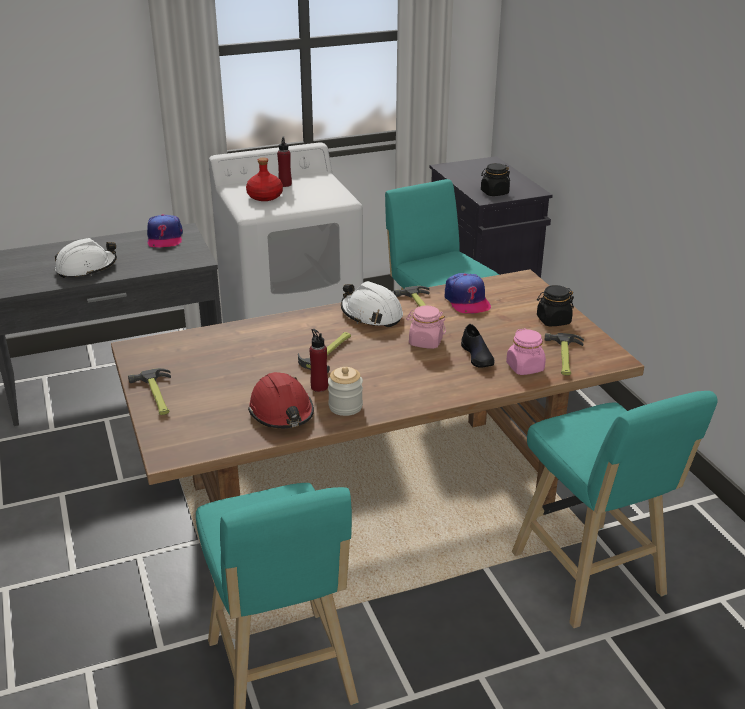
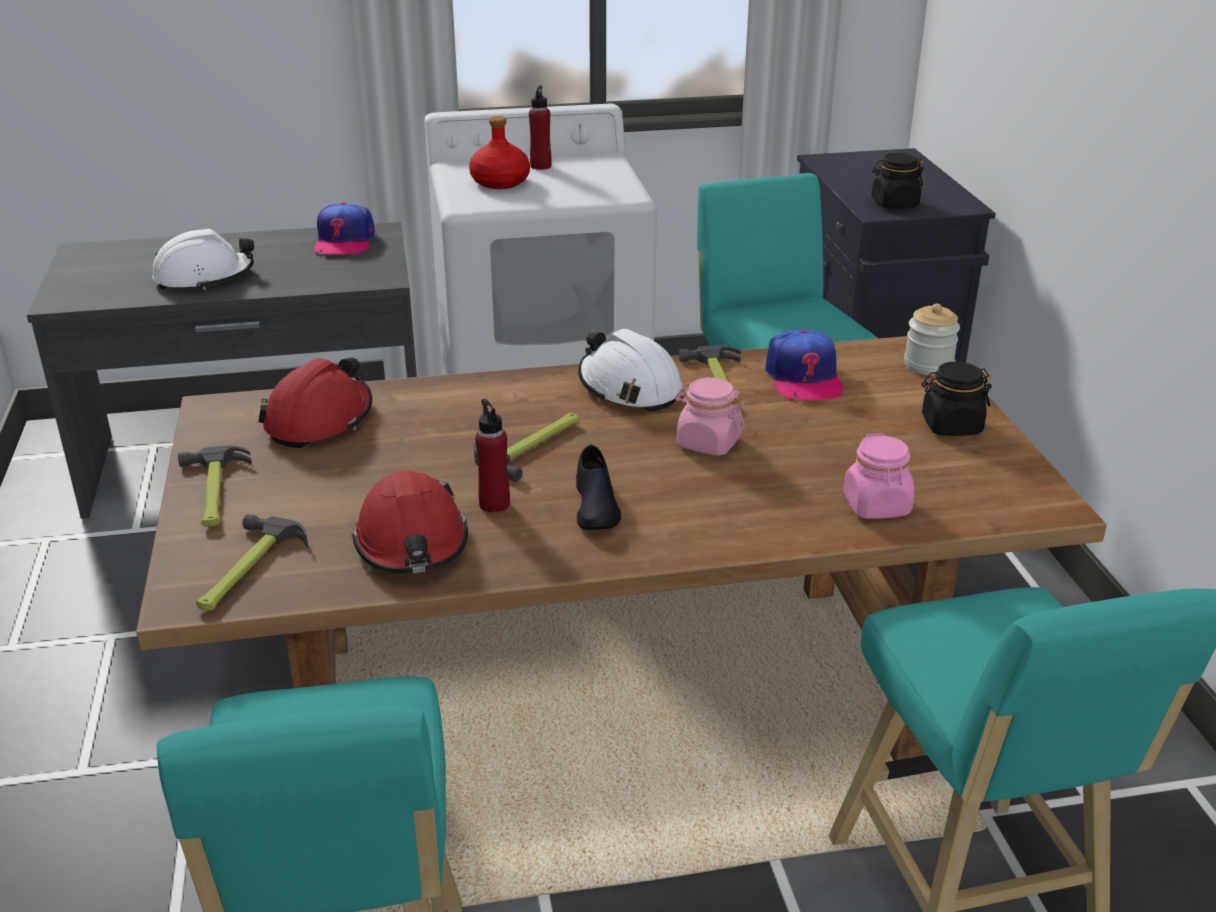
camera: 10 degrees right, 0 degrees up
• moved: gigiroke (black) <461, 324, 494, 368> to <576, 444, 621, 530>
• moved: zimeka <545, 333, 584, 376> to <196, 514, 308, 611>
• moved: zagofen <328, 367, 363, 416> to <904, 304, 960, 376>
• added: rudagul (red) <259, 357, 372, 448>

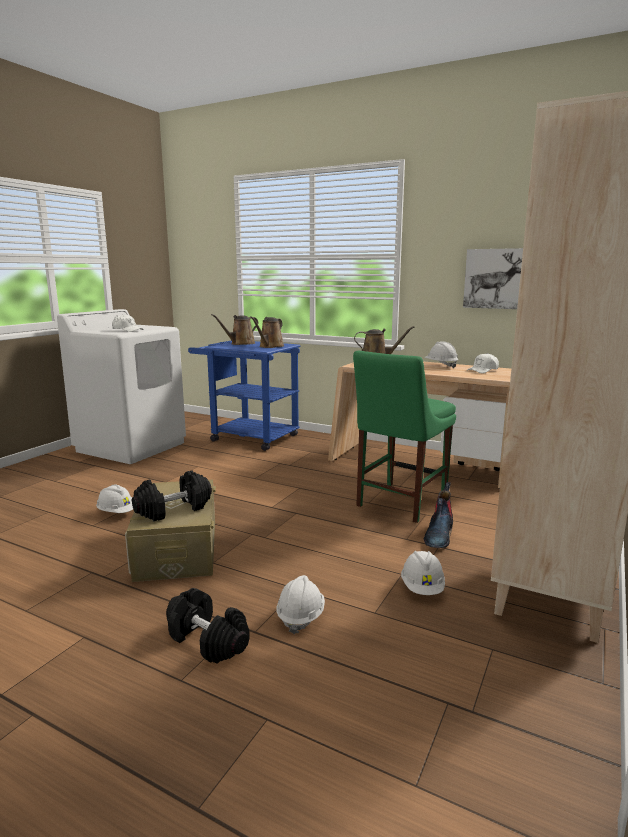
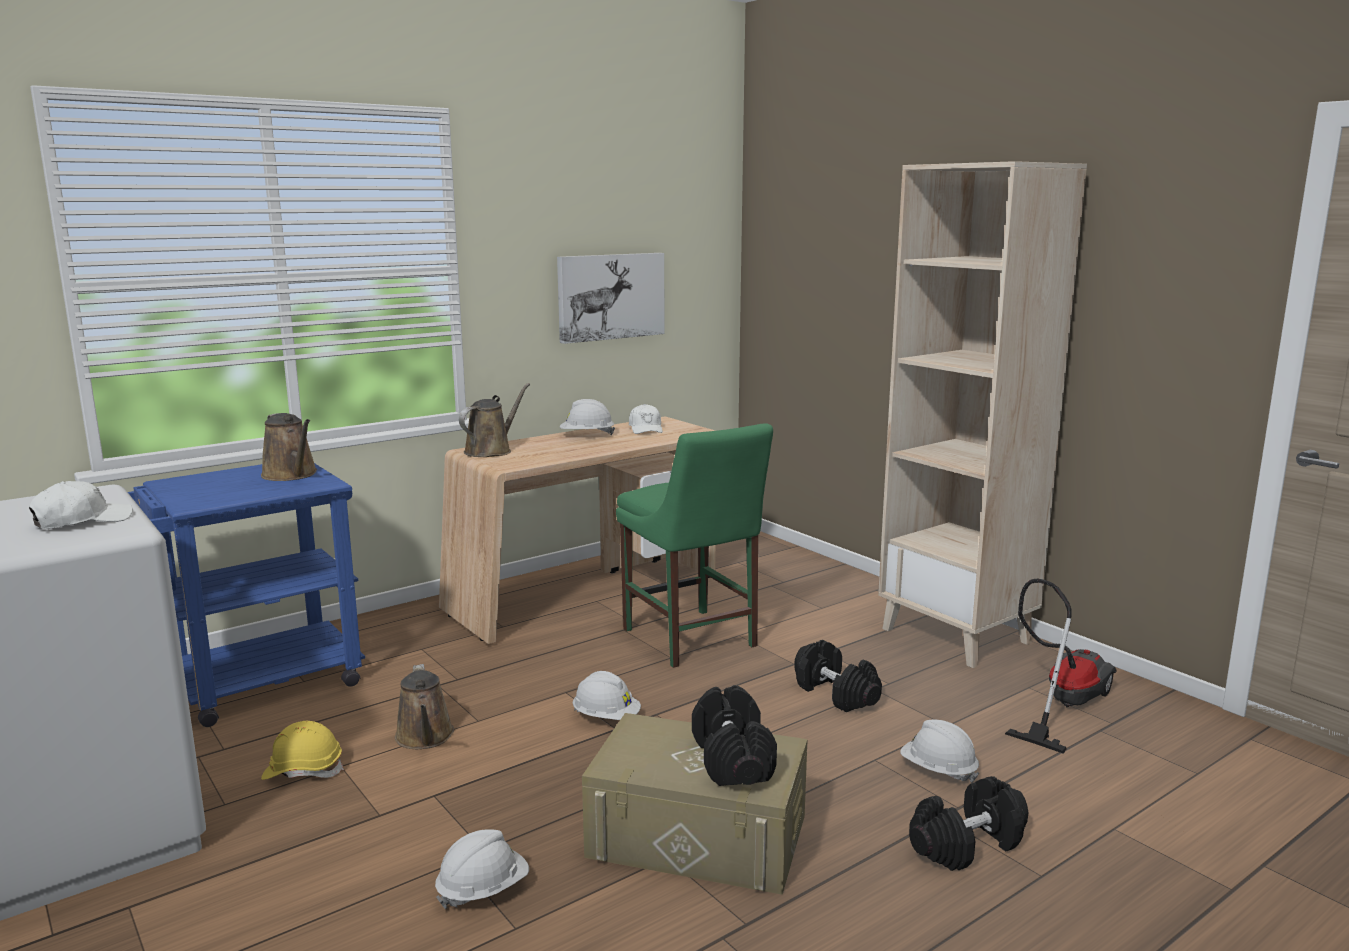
camera: 65 degrees left, 0 degrees up
• moved: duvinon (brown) <211, 314, 258, 345> to <395, 664, 454, 749>
• removed: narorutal <424, 482, 453, 548>
• moved: rudagul (white) <401, 551, 445, 595> to <573, 671, 641, 720>
• added: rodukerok <1005, 578, 1117, 754>
• added: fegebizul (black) <794, 640, 882, 712>
• added: rudagul (yellow) <261, 721, 344, 780>

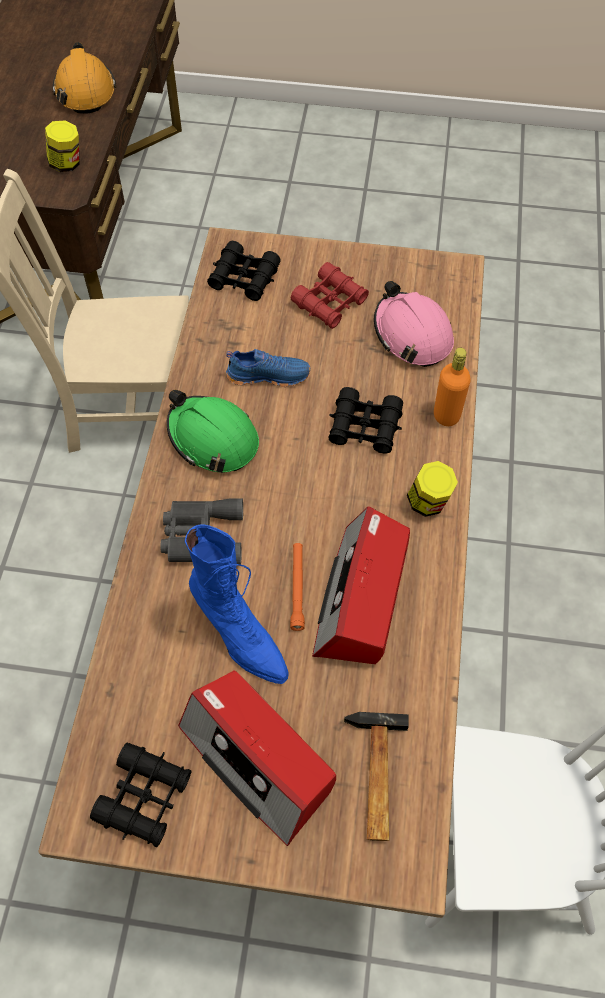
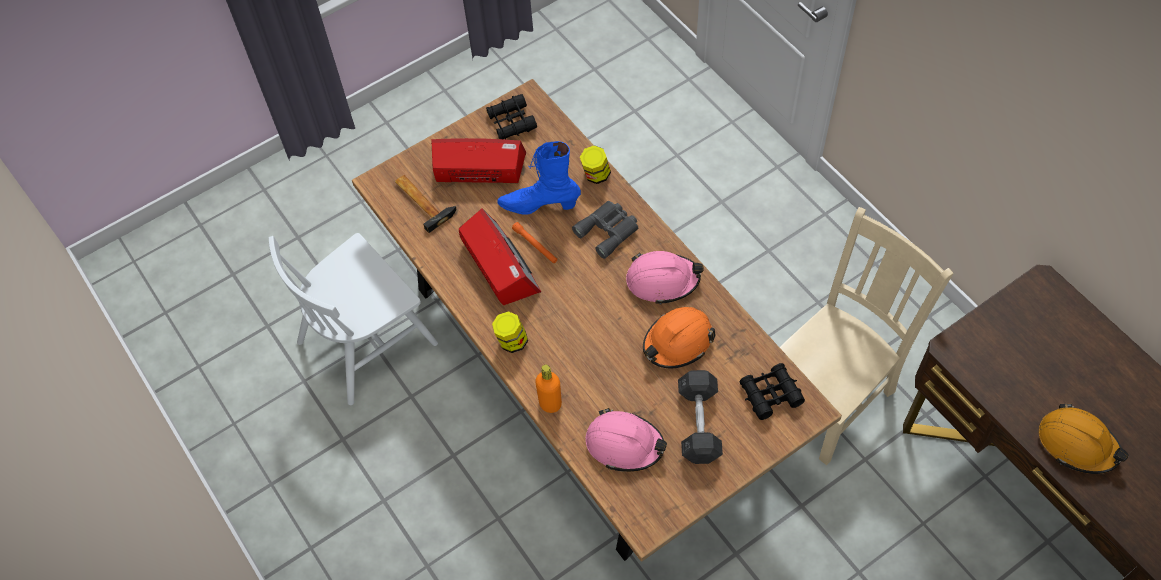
camera: 140 degrees right, 0 degrees up
• moved: zagofen <45, 121, 80, 172> to <580, 145, 611, 184>
• replaced: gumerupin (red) <291, 262, 369, 329> to fegebizul (grey) <678, 370, 723, 464>
• replaced: gigiroke (blue) <226, 349, 310, 387> to rudagul (orange) <643, 307, 716, 368>
• removed: gumerupin (black) <328, 387, 403, 454>
• recoloured: rudagul (green) <167, 390, 259, 473> to rudagul (pink) <626, 251, 704, 304>

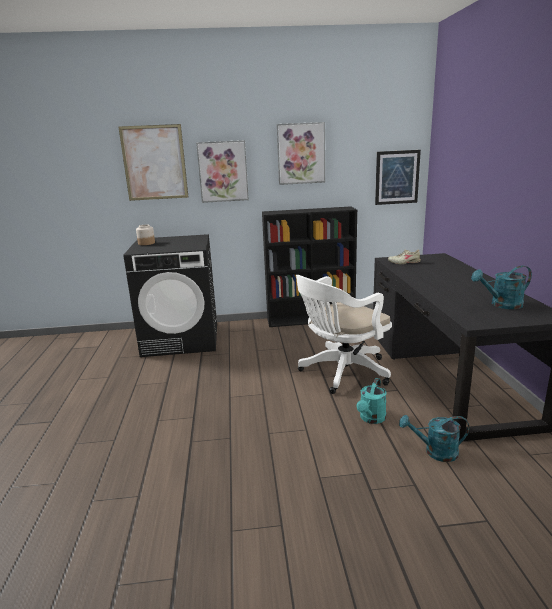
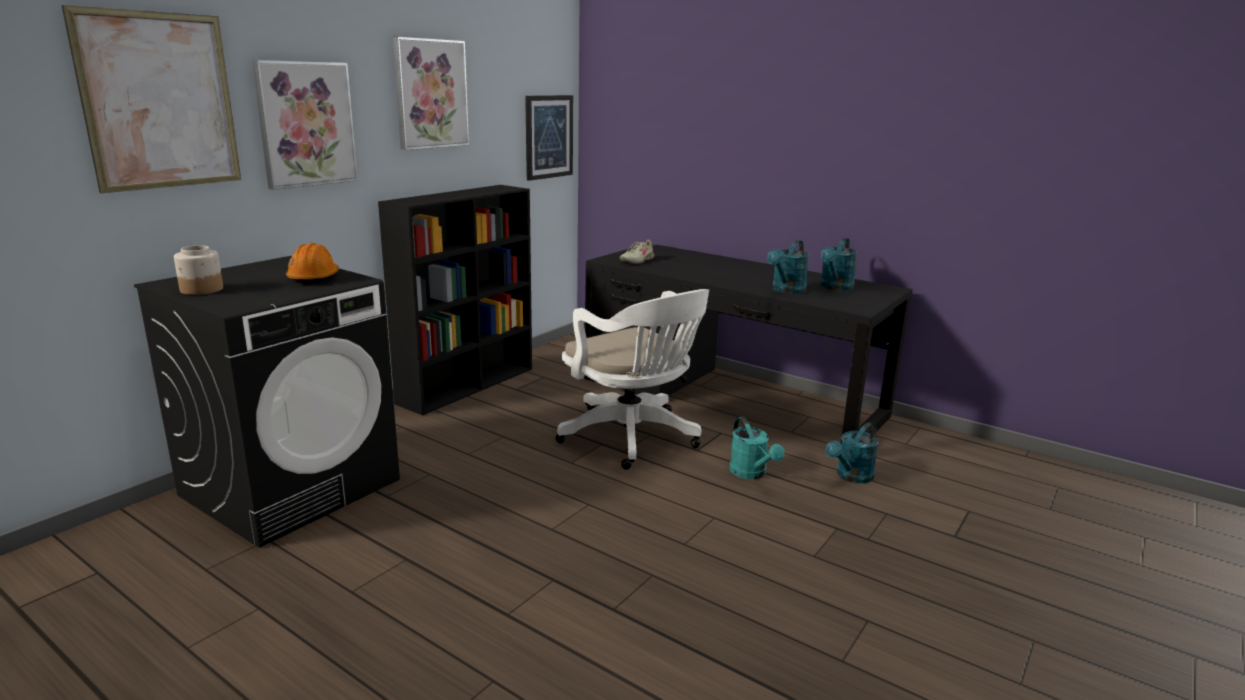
camera: 50 degrees left, 0 degrees up
• turned: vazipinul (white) <296, 275, 392, 394> = <556, 289, 709, 470> 45 degrees counterclockwise
• added: duvinon (turquoise) <767, 240, 809, 294>
• added: rudagul (orange) <286, 243, 339, 285>

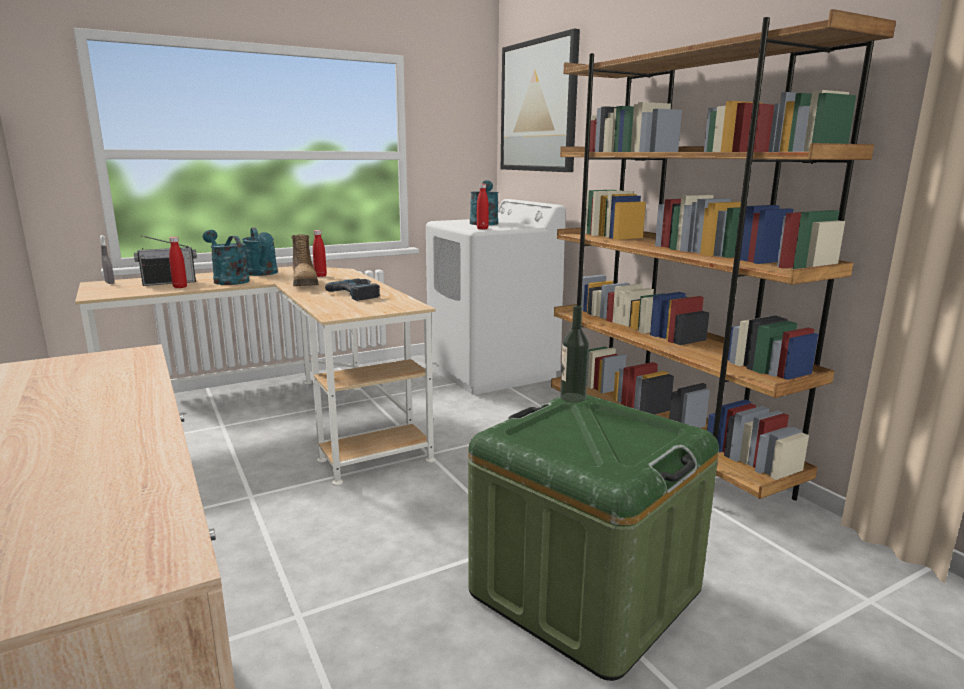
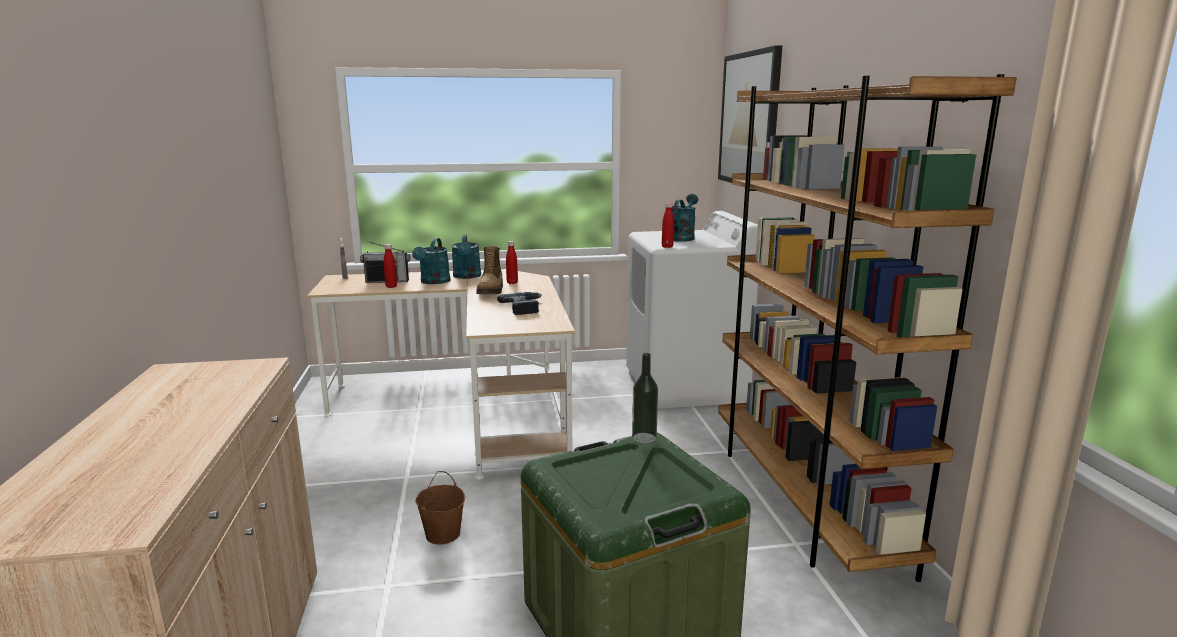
camera: 20 degrees right, 0 degrees up
• turned: duvinon (turquoise) <203, 230, 250, 285> = <412, 238, 450, 284> 150 degrees counterclockwise
• added: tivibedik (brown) <416, 471, 465, 545>

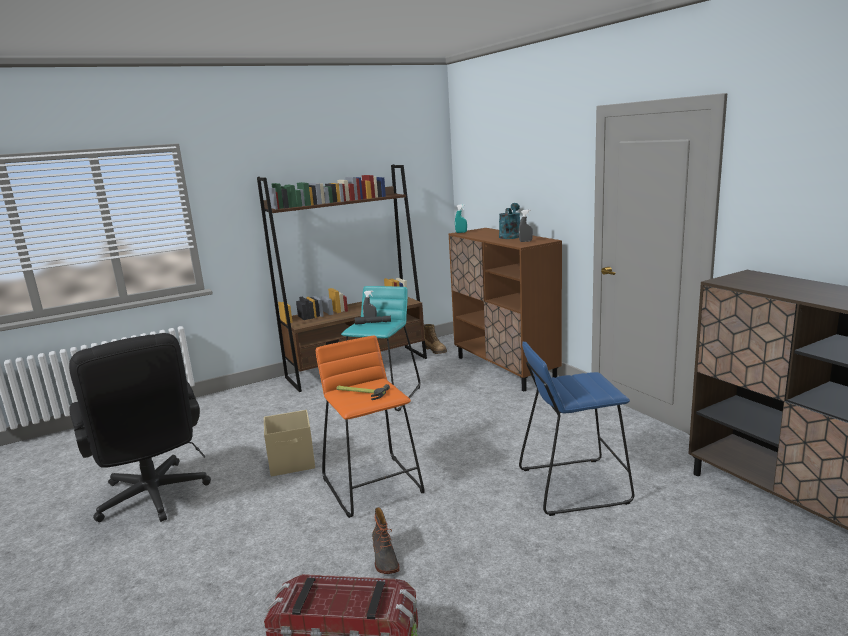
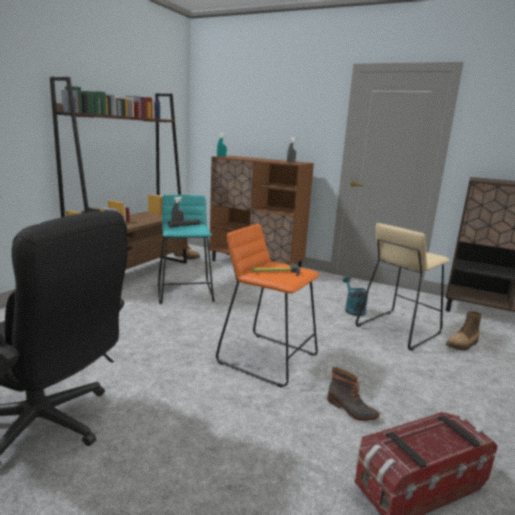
camera: 35 degrees left, 0 degrees up
• moved: duvinon (turquoise) <499, 203, 520, 239> to <343, 276, 368, 316>
• recoloured: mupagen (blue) <519, 341, 634, 516> to mupagen (beige) <355, 223, 450, 351>
• removed: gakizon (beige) <264, 410, 315, 476>
• added: narorutal <445, 311, 482, 351>

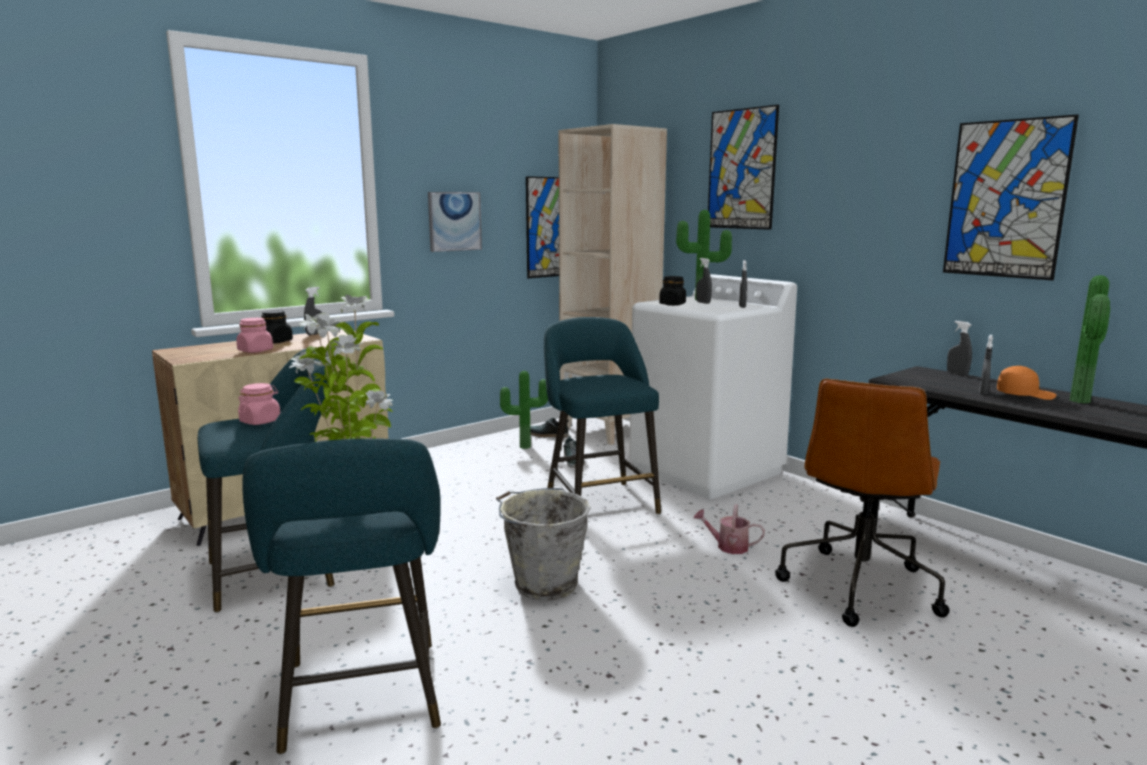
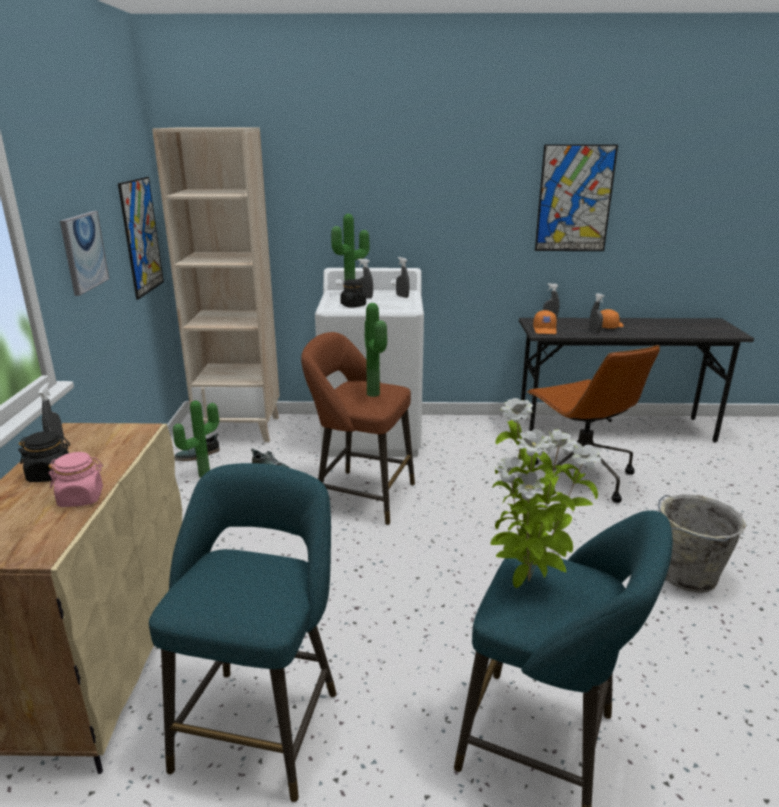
camera: 50 degrees left, 10 degrees up
• removed: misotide <708, 105, 779, 230>
• moved: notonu <1070, 275, 1110, 403> to <365, 303, 387, 397>
• recoloured: mupagen (turquoise) <544, 317, 661, 515> to mupagen (brown) <301, 332, 415, 525>
• removed: zagofen (pink) <238, 383, 280, 425>
• moved: tivibedik (grey) <496, 488, 591, 600> to <658, 494, 746, 593>
• removed: duvinon <693, 504, 765, 554>
• added: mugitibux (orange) <533, 310, 557, 334>

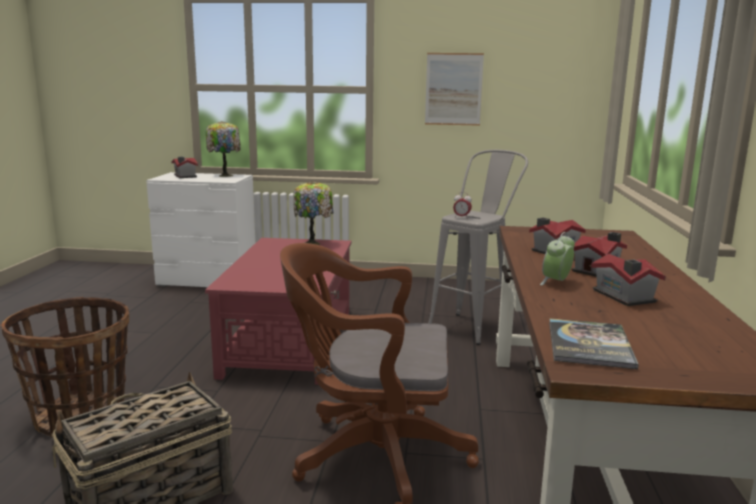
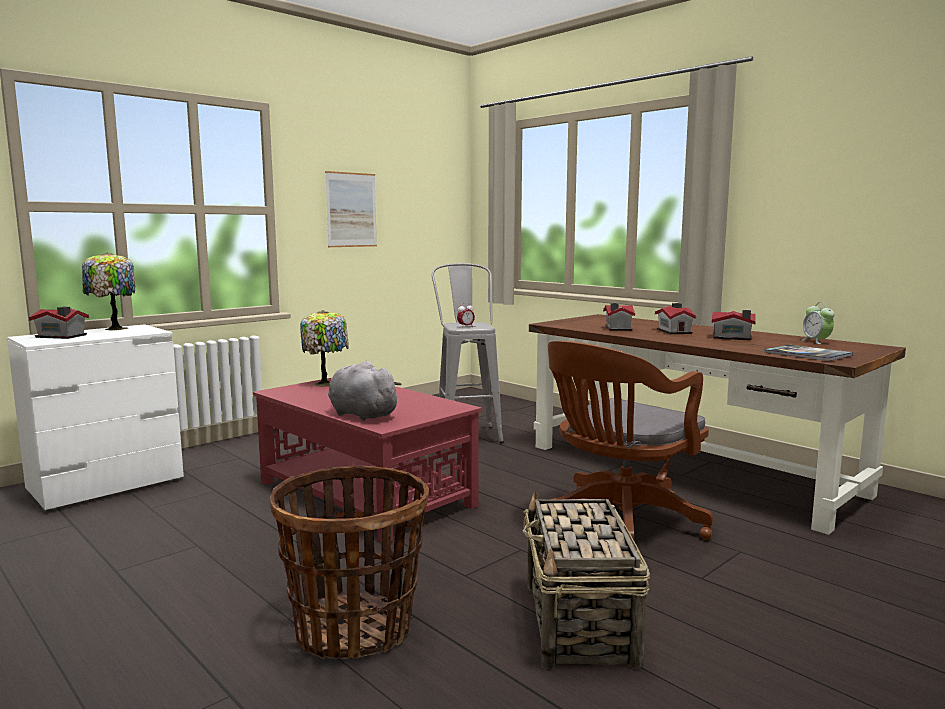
camera: 50 degrees left, 5 degrees down
• moved: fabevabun <540, 232, 575, 285> to <803, 302, 835, 344>
• added: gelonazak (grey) <328, 361, 402, 421>

